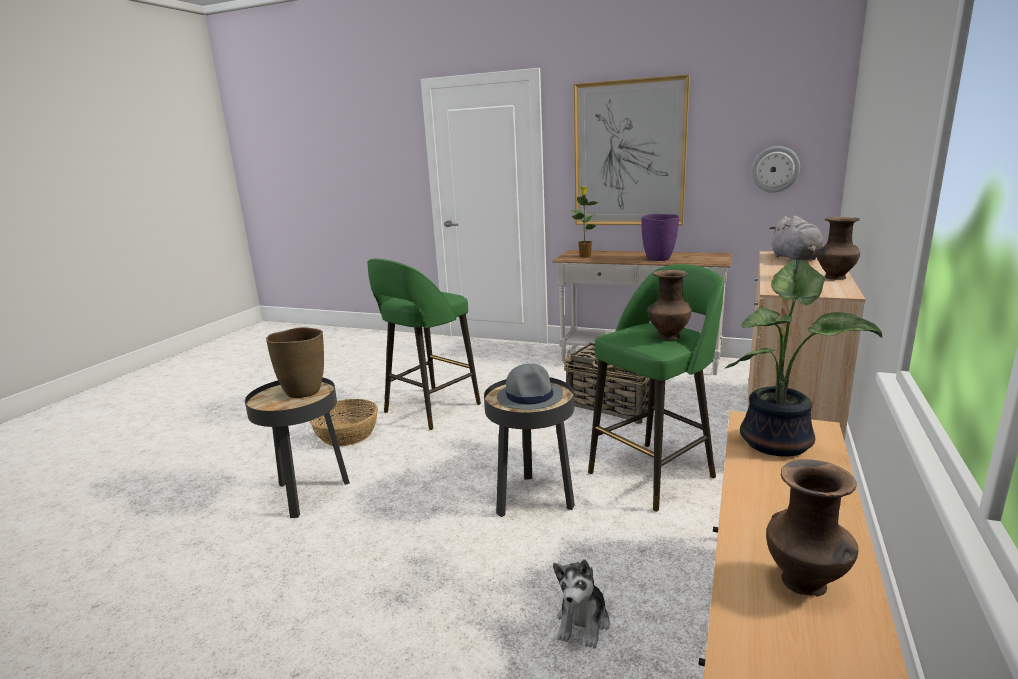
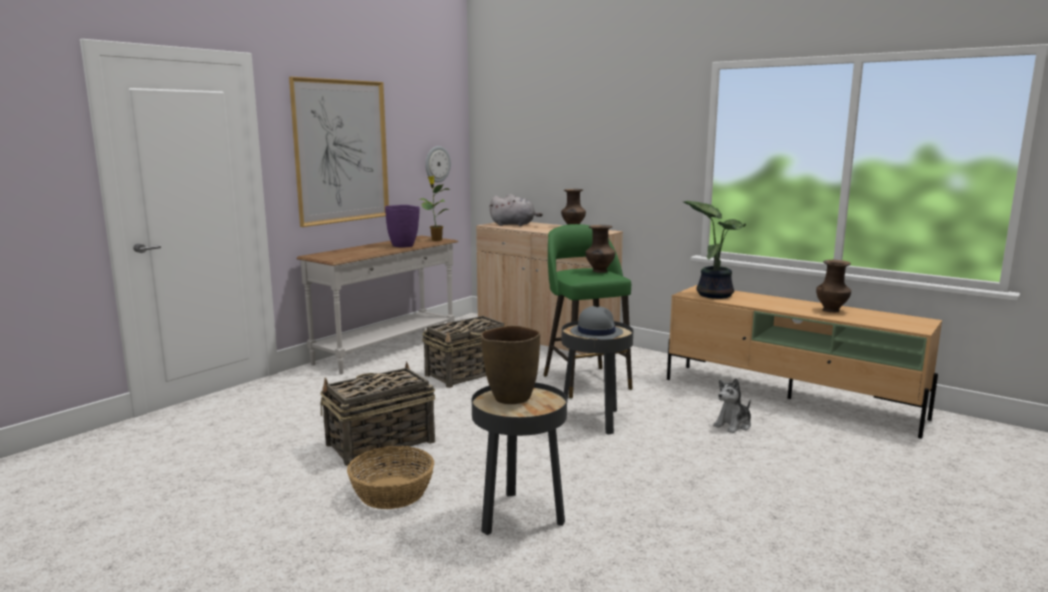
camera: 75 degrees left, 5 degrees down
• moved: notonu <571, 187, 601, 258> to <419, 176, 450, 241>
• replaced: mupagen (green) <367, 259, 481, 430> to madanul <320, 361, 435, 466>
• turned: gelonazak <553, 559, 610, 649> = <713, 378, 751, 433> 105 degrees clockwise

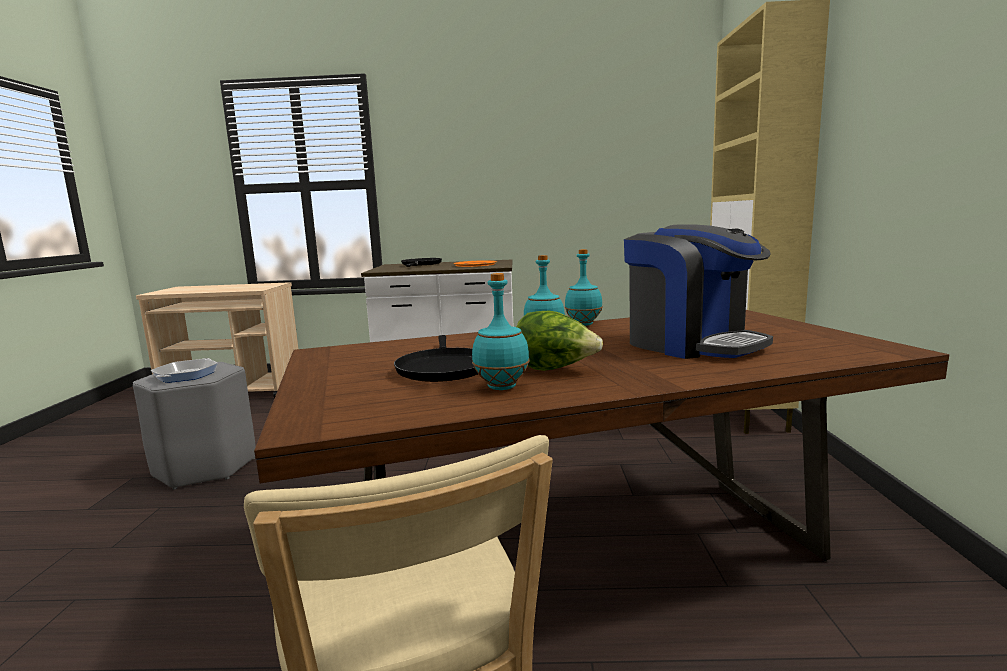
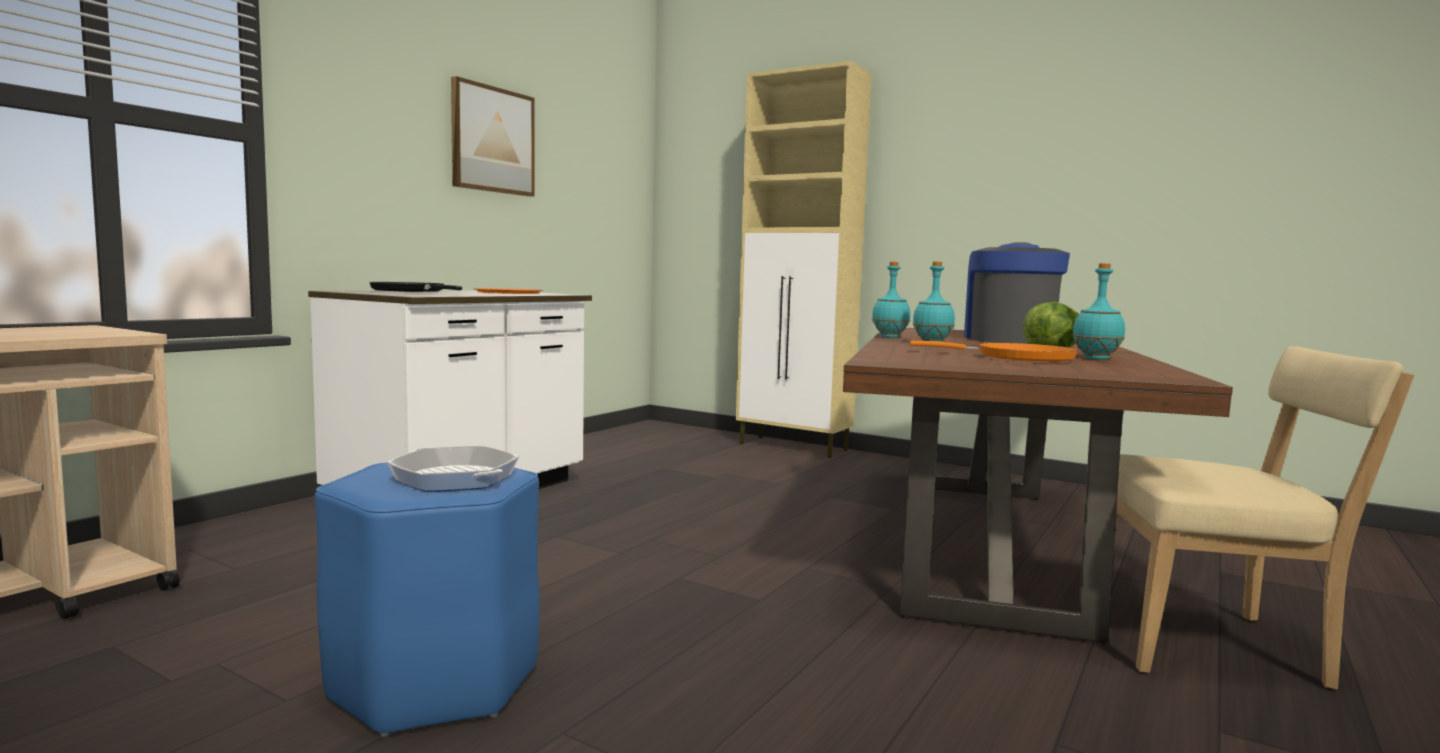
camera: 60 degrees left, 5 degrees down
• turned: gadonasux <624, 224, 773, 359> = <964, 242, 1070, 344> 75 degrees counterclockwise
• recoloured: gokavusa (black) <394, 335, 478, 382> to gokavusa (orange) <910, 341, 1078, 362>
• recoloured: mupagen (grey) <133, 362, 256, 490> to mupagen (blue) <315, 463, 540, 737>
• added: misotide <451, 76, 535, 197>

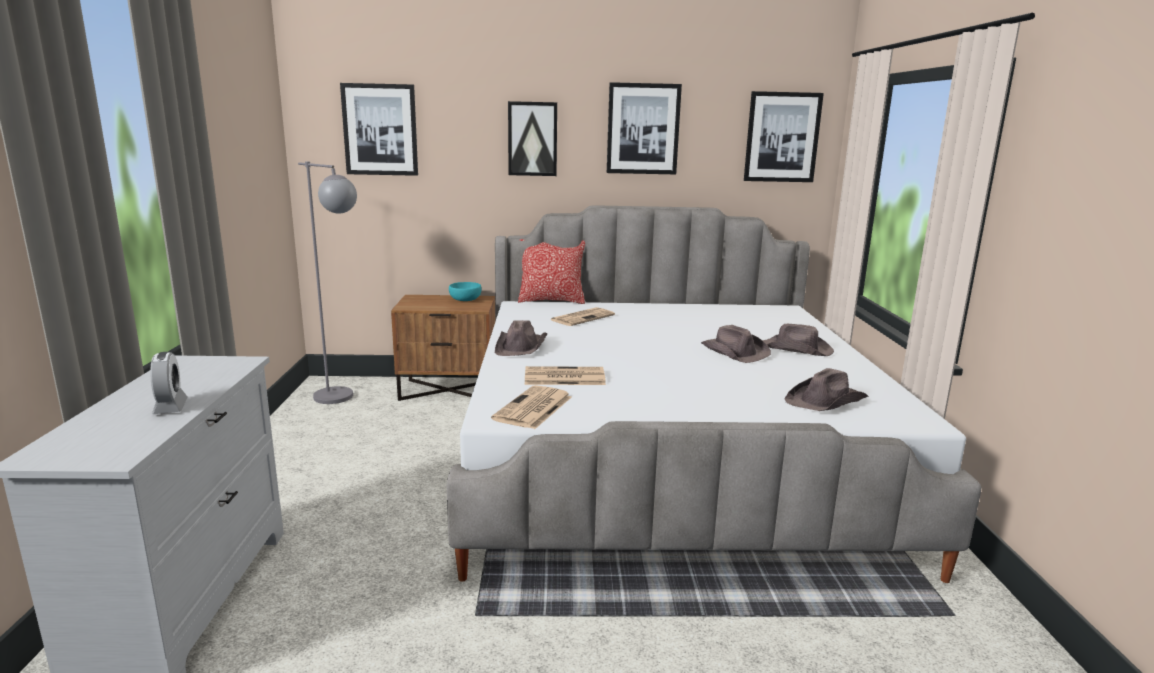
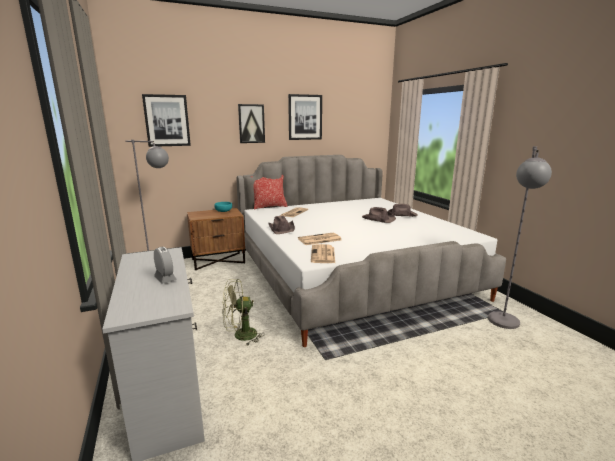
camera: 20 degrees left, 0 degrees up
• removed: misotide <744, 91, 824, 182>
• removed: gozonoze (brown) <784, 368, 868, 411>
• added: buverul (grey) <488, 146, 552, 329>
• added: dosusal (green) <222, 279, 265, 346>

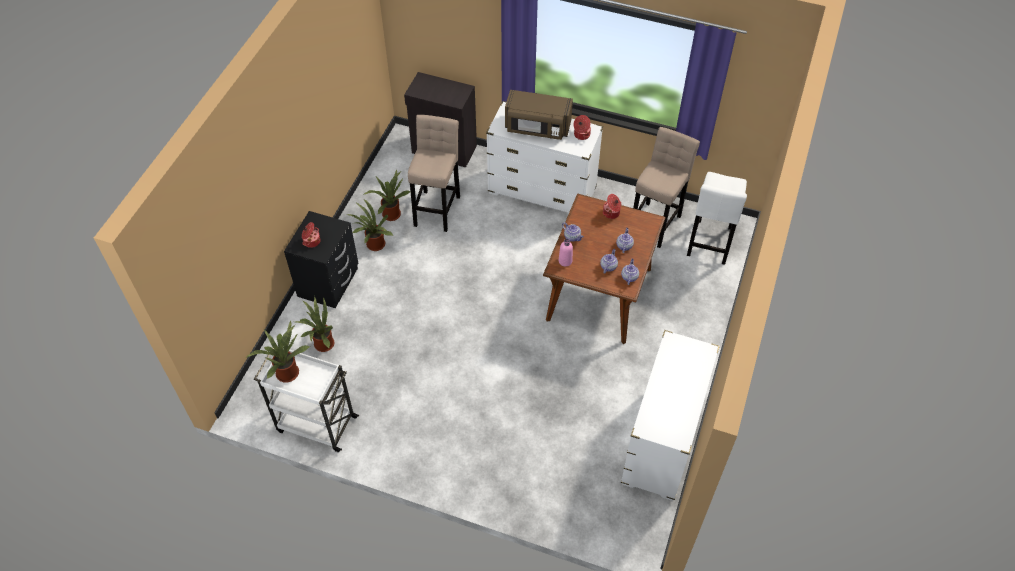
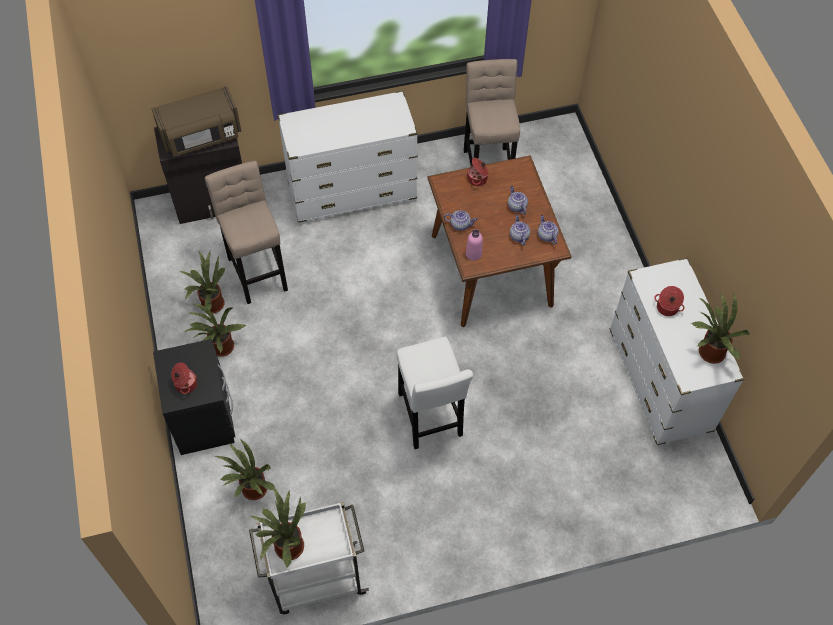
camera: 35 degrees left, 5 degrees up
• moved: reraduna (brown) <505, 90, 573, 140> to <152, 86, 241, 157>
• moved: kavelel <573, 115, 591, 140> to <654, 286, 685, 316>
• moved: mupagen (white) <687, 172, 747, 265> to <397, 337, 473, 449>
• added: notonu <690, 291, 749, 364>

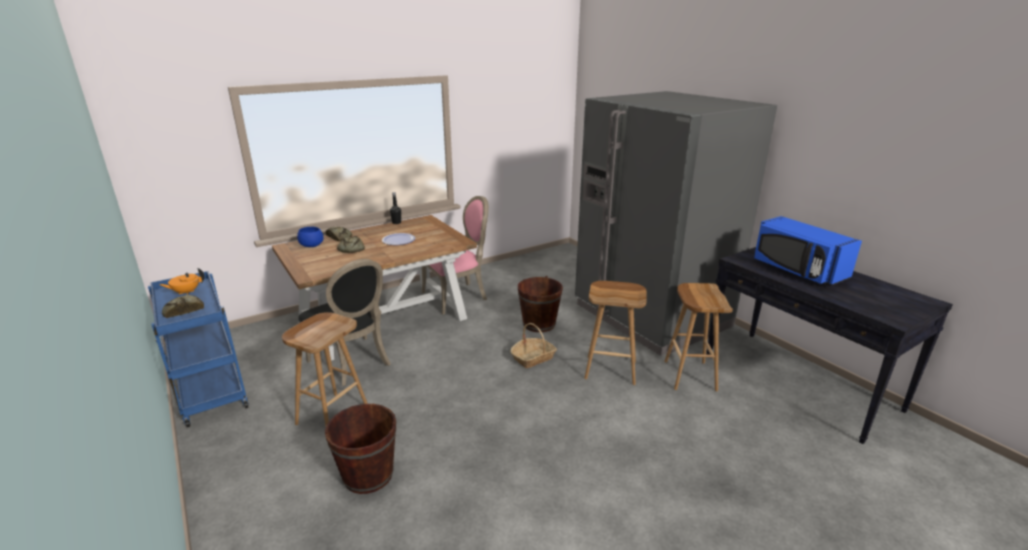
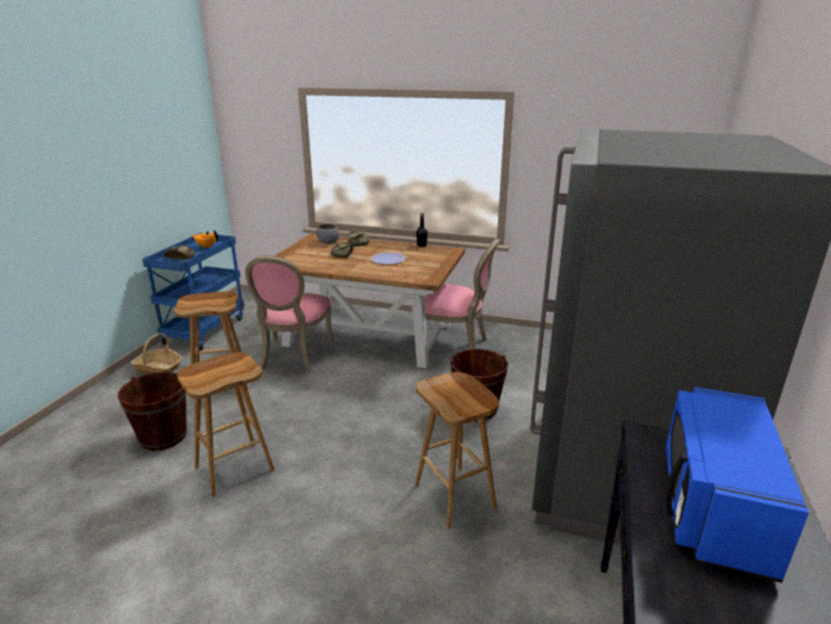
camera: 50 degrees right, 0 degrees up
• recoloured: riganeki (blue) <297, 227, 324, 247> to riganeki (grey) <316, 224, 339, 244>
• recoloured: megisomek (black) <298, 259, 391, 386> to megisomek (pink) <245, 255, 333, 372>
• moved: mupagen (brown) <664, 283, 733, 391> to <177, 352, 275, 497>
• moved: madanul <510, 323, 557, 368> to <131, 333, 182, 374>

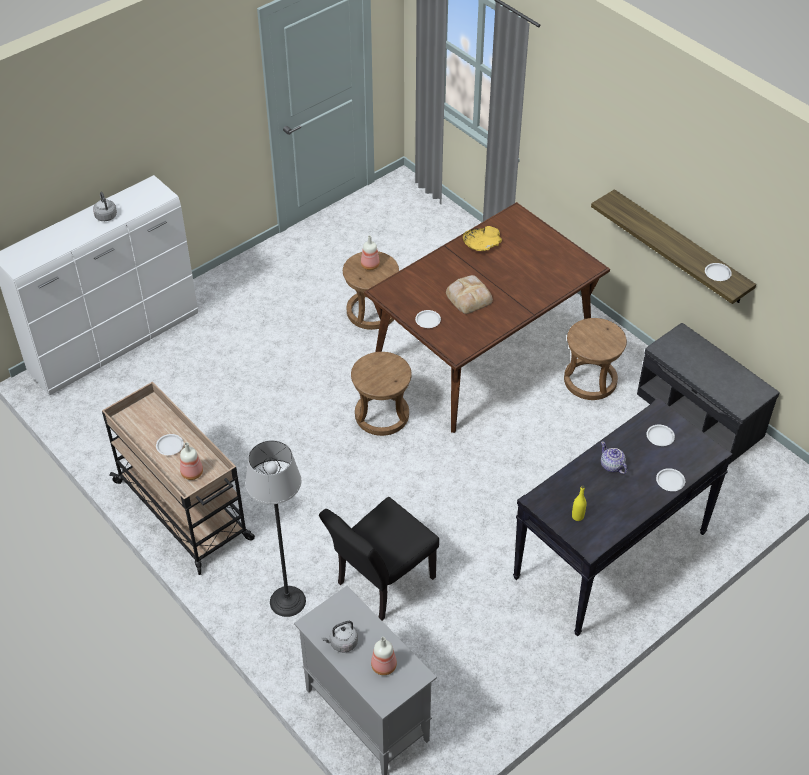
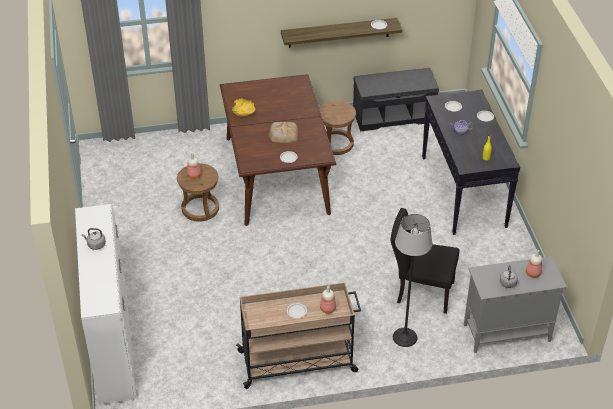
camera: 60 degrees left, 5 degrees down
• removed: mupagen (brown) <351, 352, 412, 436>
• turned: megisomek (black) <319, 497, 439, 621> = <391, 208, 459, 314> 120 degrees clockwise

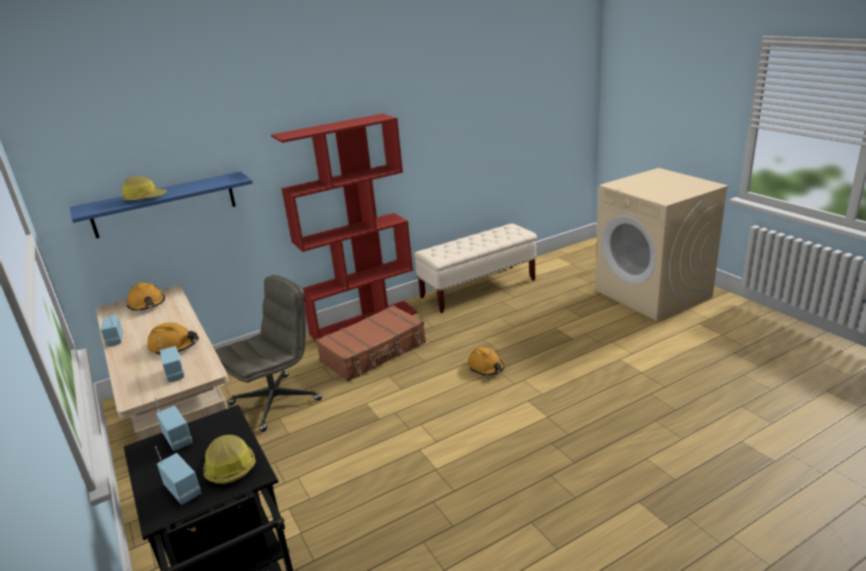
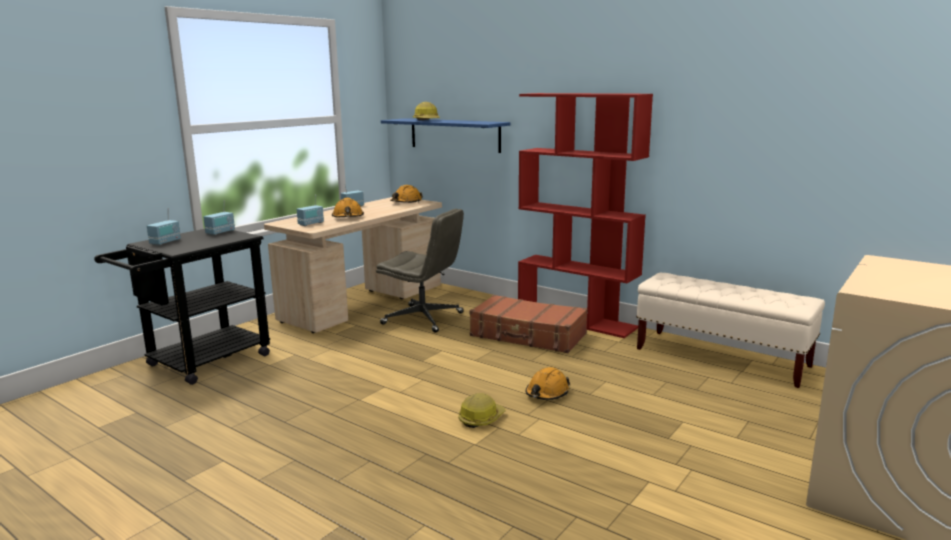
camera: 65 degrees right, 10 degrees down
• moved: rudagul <204, 435, 256, 484> to <459, 393, 505, 428>

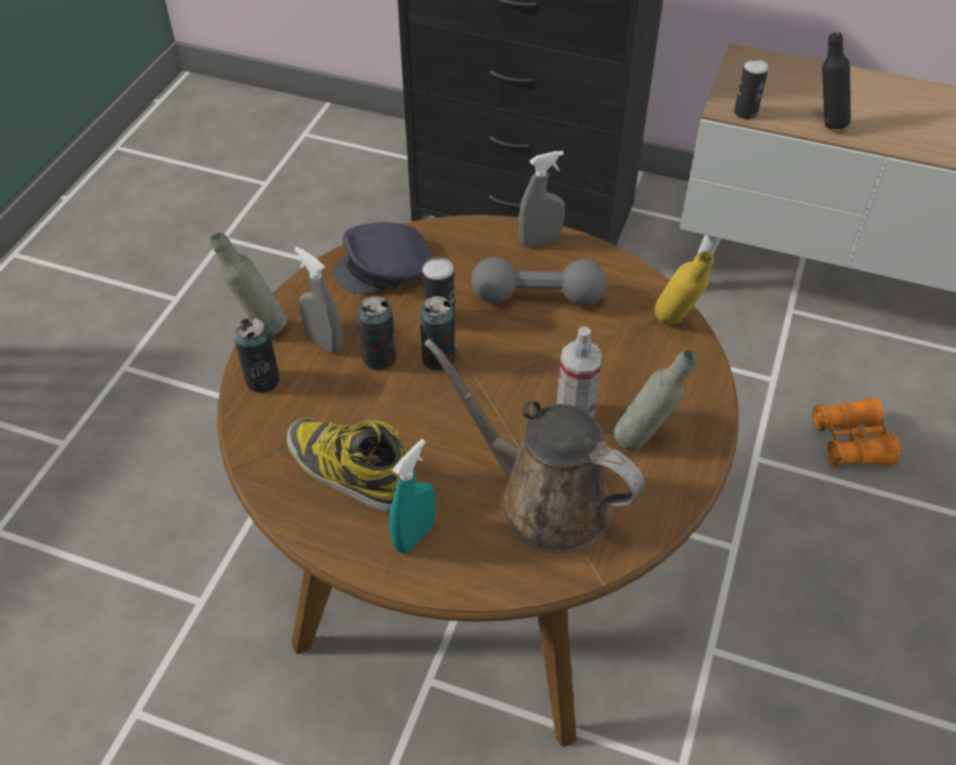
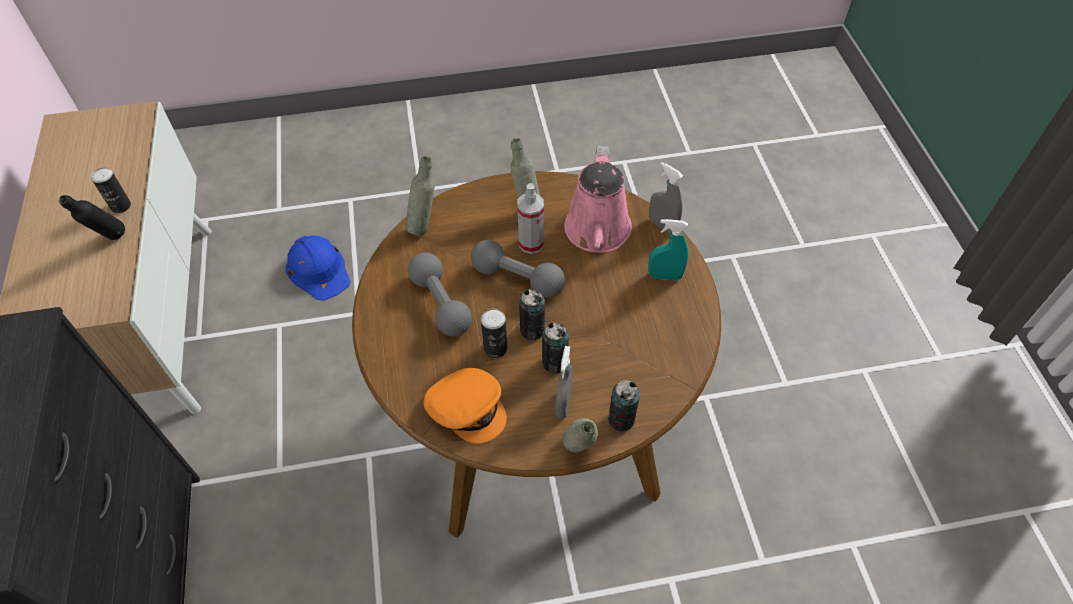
camera: 120 degrees left, 5 degrees up
• moved: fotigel <734, 59, 769, 119> to <91, 167, 131, 213>
• moved: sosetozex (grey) <519, 151, 565, 247> to <649, 162, 683, 233>
• recoloured: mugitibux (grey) <334, 222, 431, 294> to mugitibux (orange) <423, 368, 507, 444>
• recoloured: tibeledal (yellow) <654, 251, 714, 325> to tibeledal (grey) <406, 156, 435, 236>
• recoloured: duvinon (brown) <424, 338, 645, 553> to duvinon (pink) <564, 146, 632, 253>
• replaced: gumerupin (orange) <813, 398, 901, 468> to rudagul (blue) <286, 236, 351, 301>
• removed: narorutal <287, 418, 406, 513>
• added: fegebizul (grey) <471, 240, 565, 298>

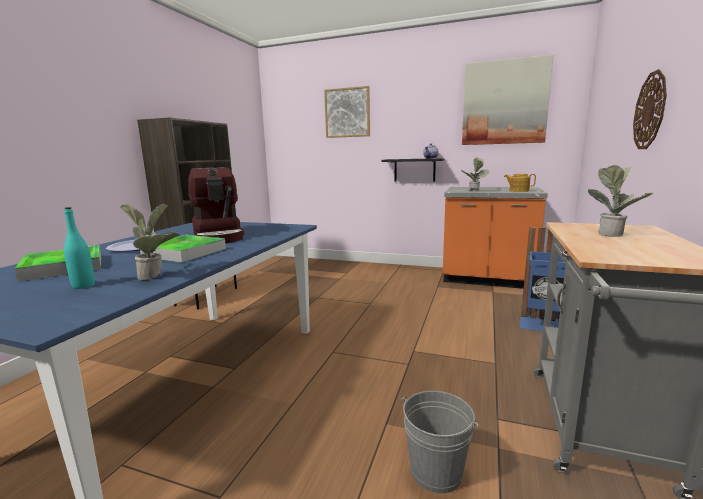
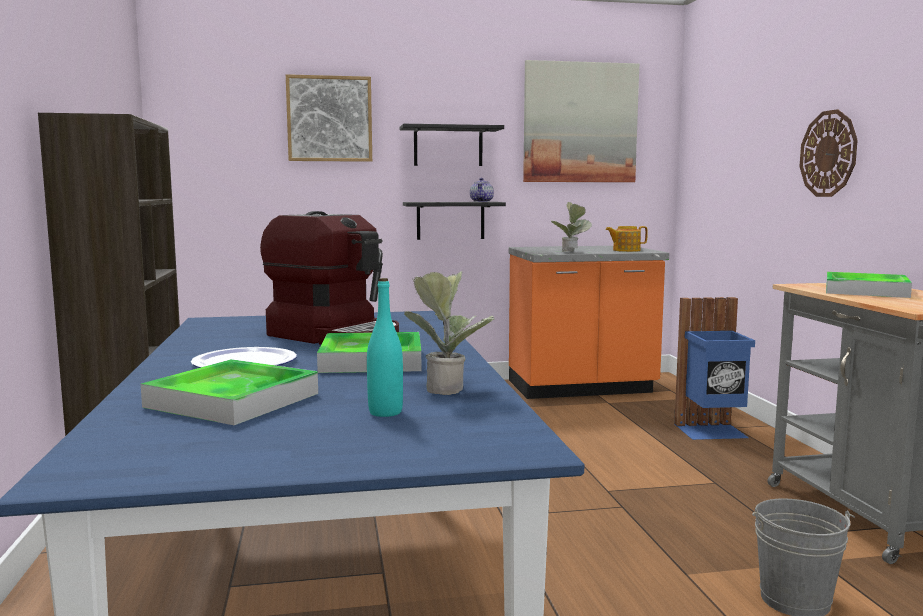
camera: 30 degrees left, 5 degrees down
• replaced: notonu <588, 165, 654, 237> to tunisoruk <826, 272, 912, 298>
• added: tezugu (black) <399, 124, 504, 166>

